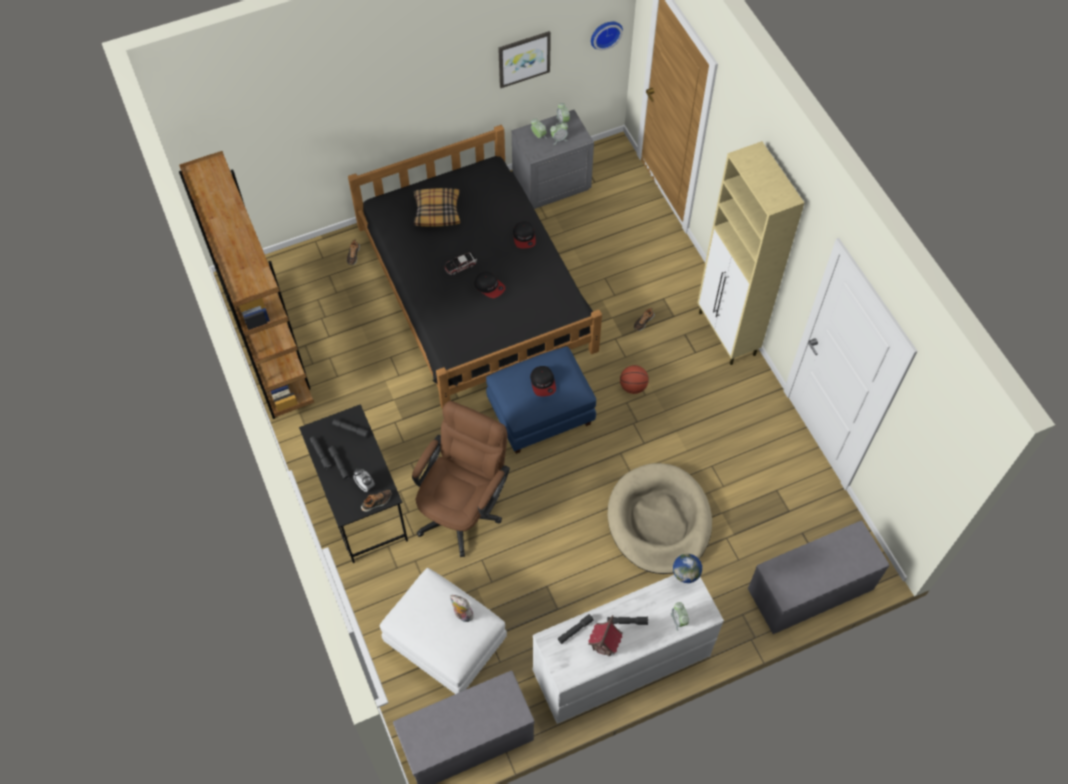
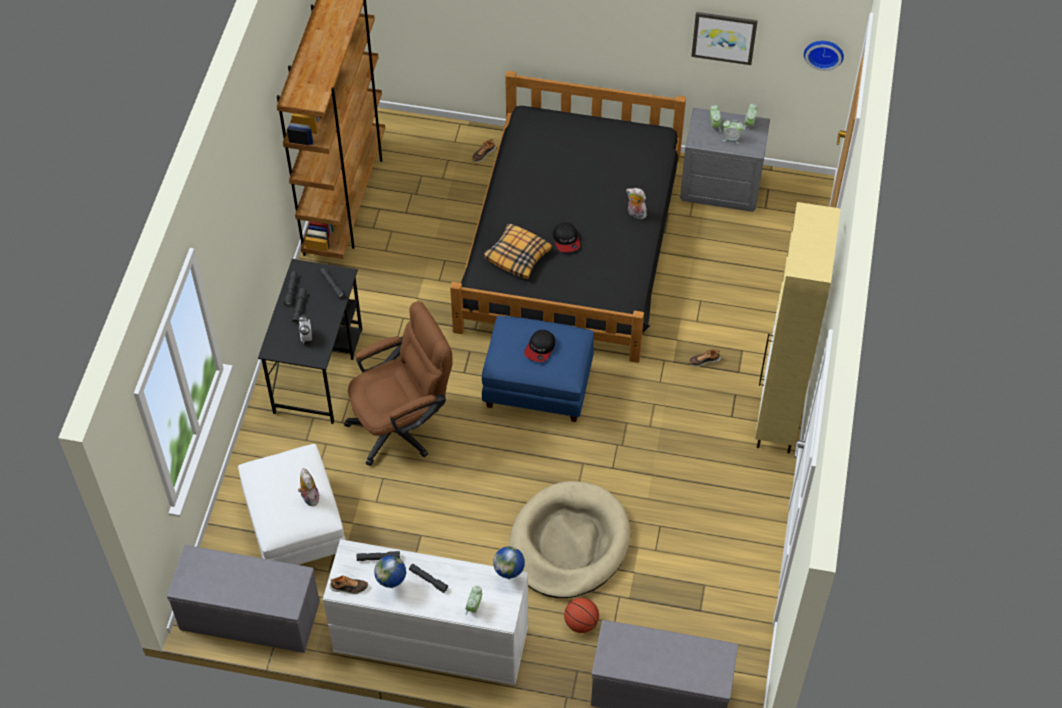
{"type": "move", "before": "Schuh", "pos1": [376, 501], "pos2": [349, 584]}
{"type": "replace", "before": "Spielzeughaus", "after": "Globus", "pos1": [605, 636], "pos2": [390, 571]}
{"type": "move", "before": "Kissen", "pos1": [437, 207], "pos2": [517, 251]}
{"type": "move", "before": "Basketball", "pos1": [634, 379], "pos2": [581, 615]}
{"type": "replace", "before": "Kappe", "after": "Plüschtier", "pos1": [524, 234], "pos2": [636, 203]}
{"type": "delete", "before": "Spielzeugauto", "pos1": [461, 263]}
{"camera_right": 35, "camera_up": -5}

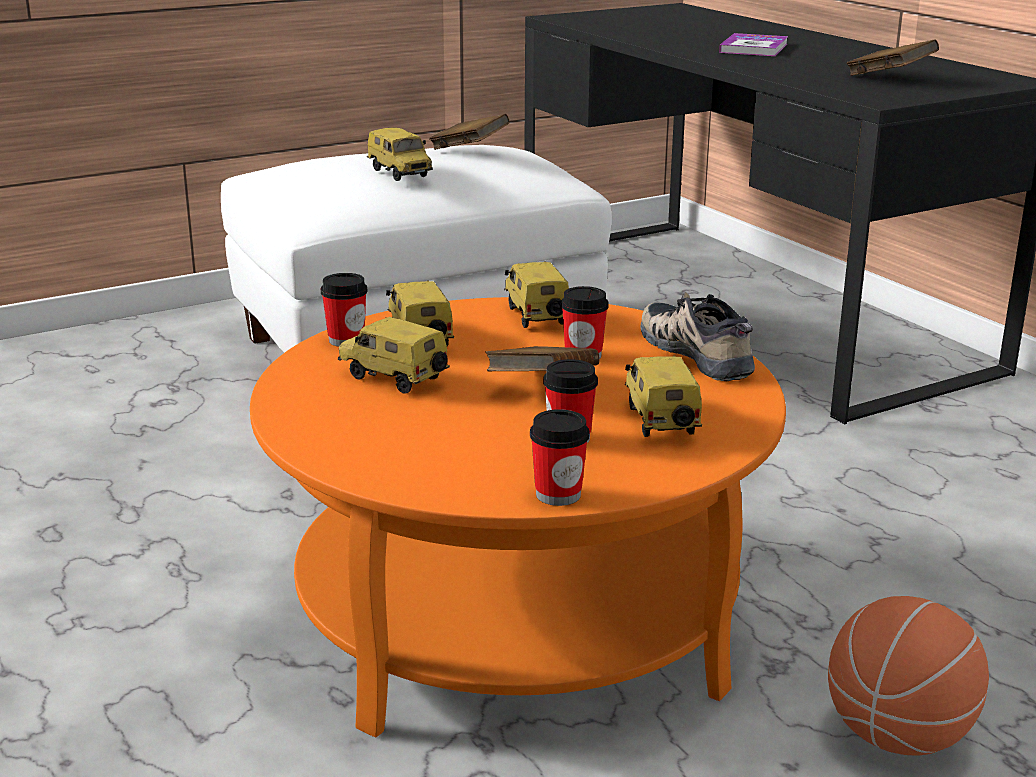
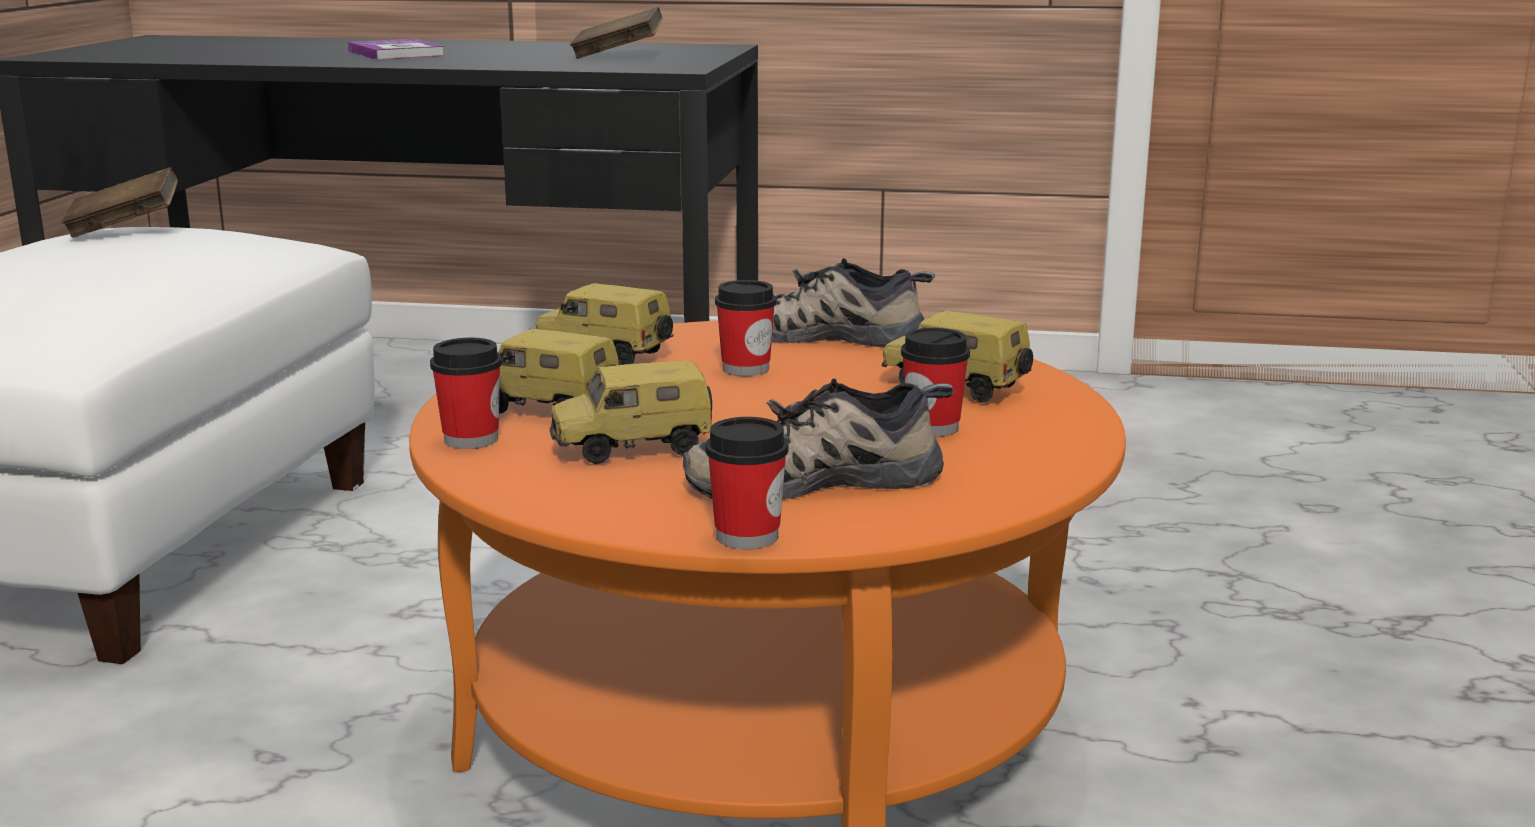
{"type": "insert", "after": "Schuh", "pos2": [818, 439]}
{"type": "move", "before": "Tasse", "pos1": [559, 457], "pos2": [747, 483]}
{"type": "delete", "before": "Spielzeugauto", "pos1": [400, 154]}
{"type": "delete", "before": "Buch (braun)", "pos1": [542, 358]}
{"type": "delete", "before": "Basketball", "pos1": [908, 676]}
{"camera_right": -50, "camera_up": -5}

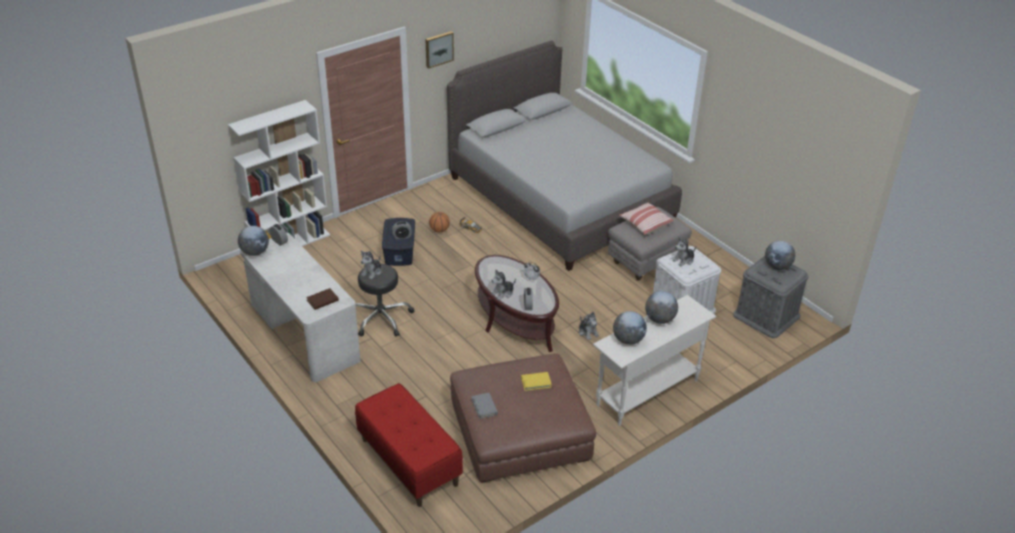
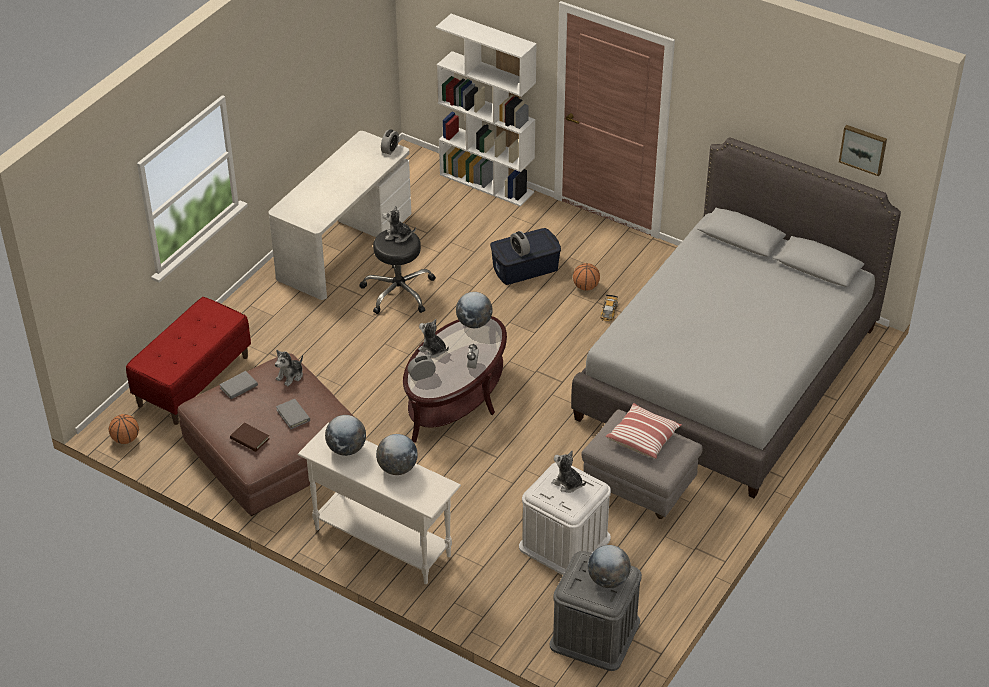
{"type": "insert", "after": "Basketball", "pos2": [124, 429]}
{"type": "move", "before": "Buch (braun)", "pos1": [322, 299], "pos2": [249, 437]}
{"type": "move", "before": "Plüschtier", "pos1": [589, 326], "pos2": [289, 368]}
{"type": "recolor", "before": "Buch (gelb)", "after": "Buch (grau)", "pos1": [536, 381], "pos2": [293, 414]}
{"type": "move", "before": "Globus", "pos1": [253, 241], "pos2": [474, 310]}
{"type": "move", "before": "Bild", "pos1": [440, 50], "pos2": [863, 150]}
{"camera_right": 70, "camera_up": 5}

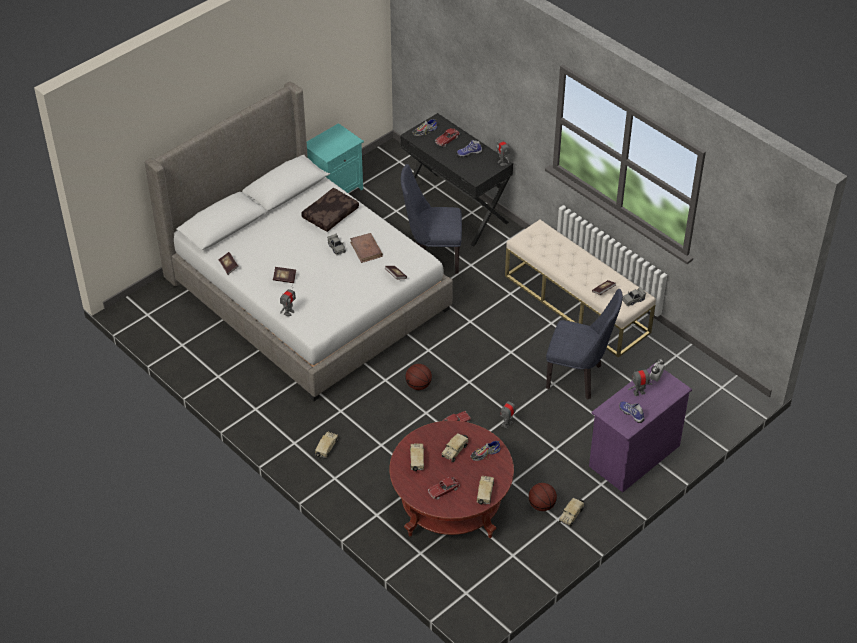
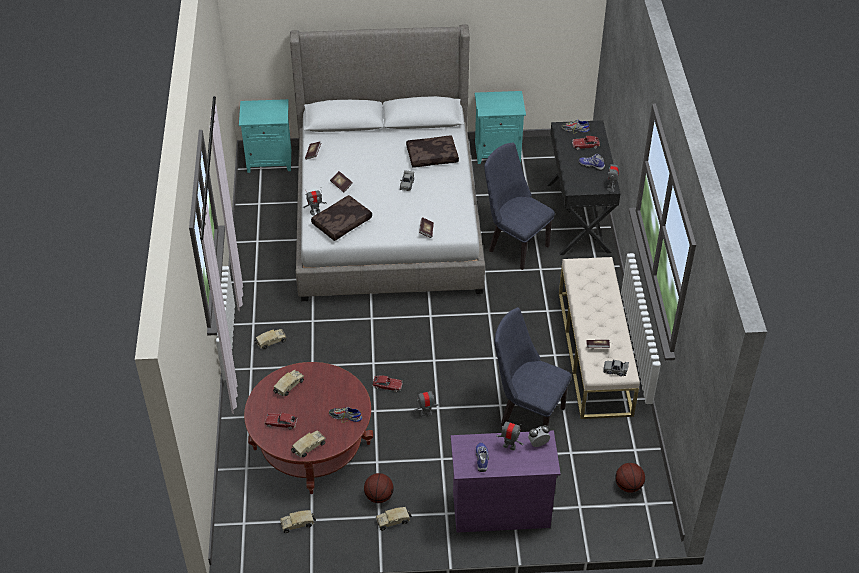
{"type": "insert", "after": "Nachttisch (türkis)", "pos2": [265, 136]}
{"type": "move", "before": "Spielzeuglaster", "pos1": [455, 447], "pos2": [298, 521]}
{"type": "insert", "after": "Kissen (braun)", "pos2": [341, 218]}
{"type": "rotate", "before": "Stuhl (blau)", "pos1": [584, 344], "pos2": [532, 367], "turn": 150}
{"type": "move", "before": "Basketball", "pos1": [418, 377], "pos2": [630, 478]}
{"type": "delete", "before": "Buch (braun)", "pos1": [366, 248]}
{"camera_right": 40, "camera_up": 0}

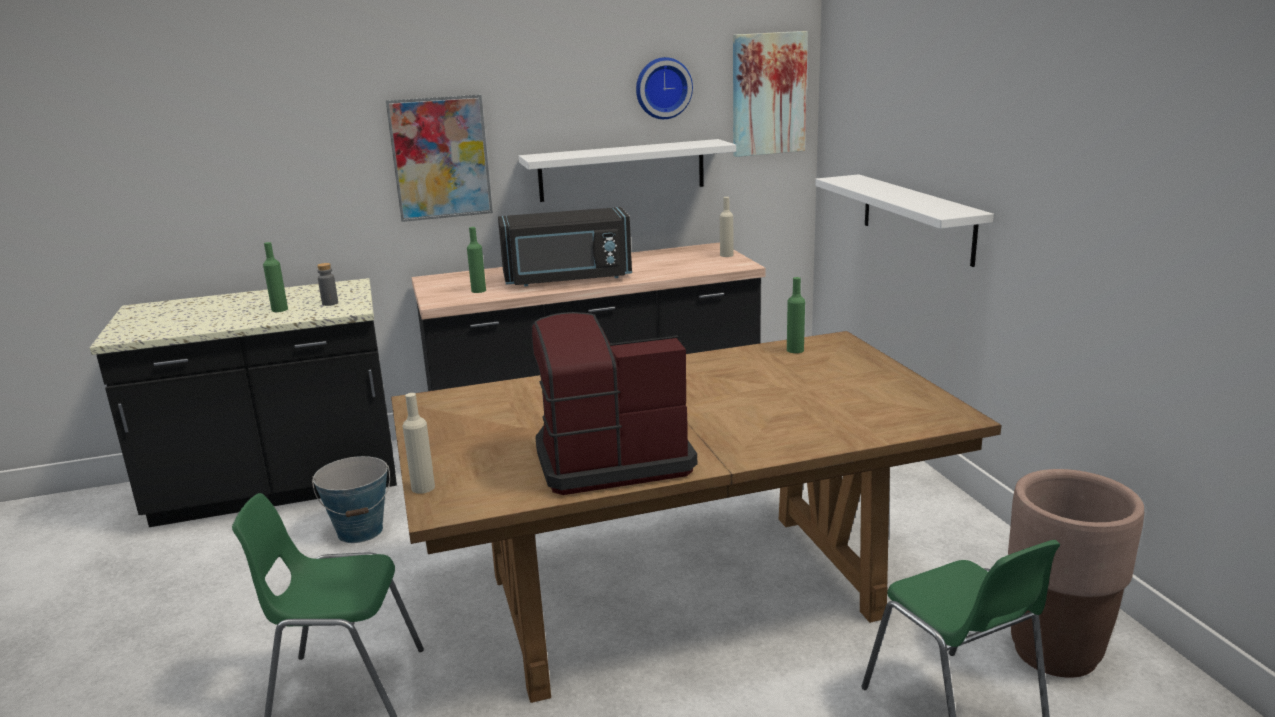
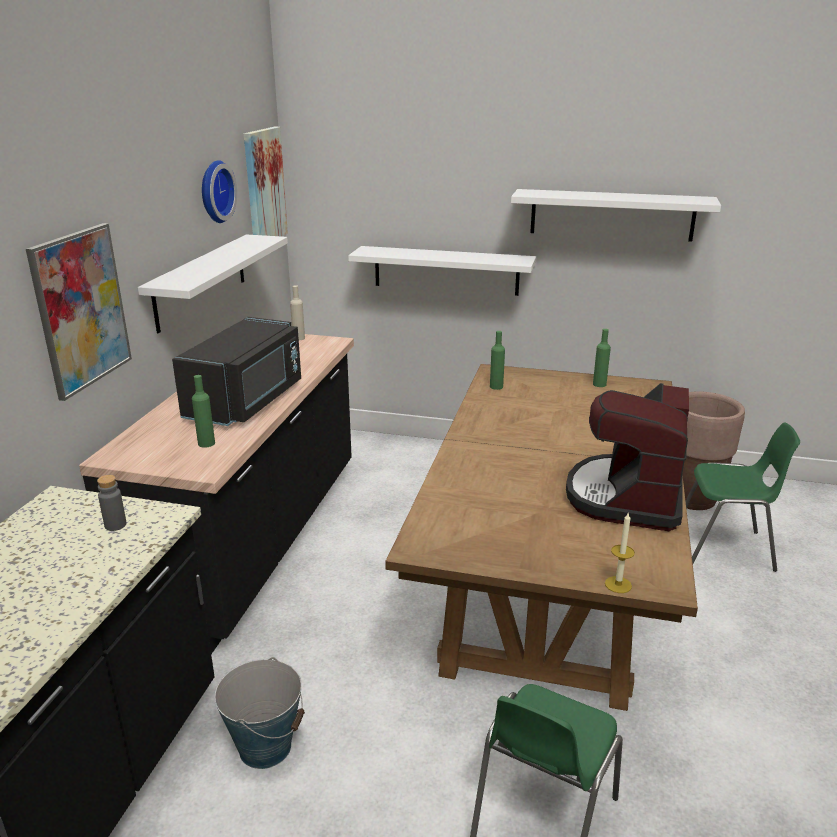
{"type": "insert", "after": "Wandregal (weiß)", "pos2": [616, 215]}
{"type": "move", "before": "Flasche (grün)", "pos1": [275, 277], "pos2": [602, 358]}
{"type": "replace", "before": "Flasche (beige)", "after": "Kerze", "pos1": [418, 443], "pos2": [620, 553]}
{"camera_right": -60, "camera_up": 5}

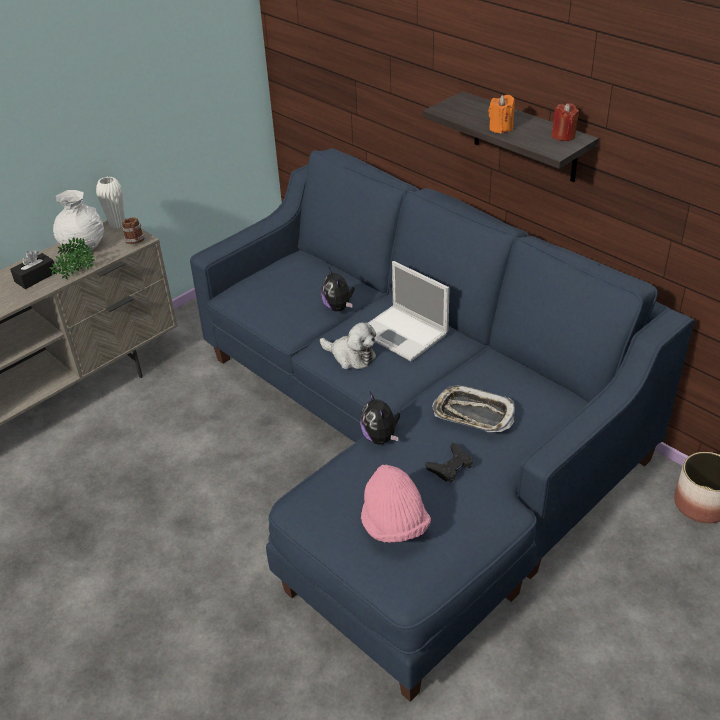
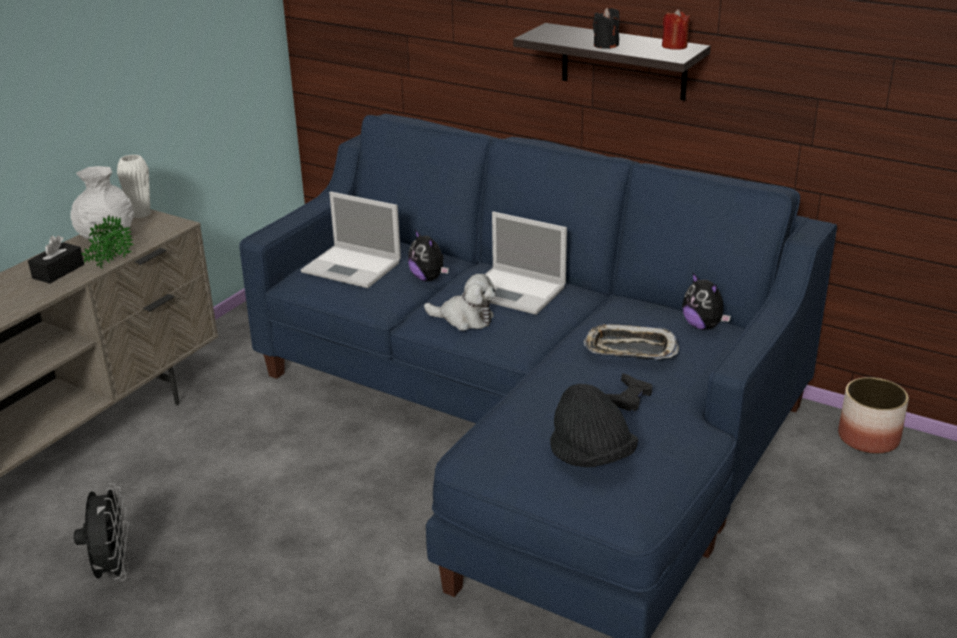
{"type": "insert", "after": "Ventilator (schwarz)", "pos2": [102, 532]}
{"type": "insert", "after": "Laptop", "pos2": [351, 240]}
{"type": "recolor", "before": "Hut (rosa)", "after": "Hut (schwarz)", "pos1": [396, 504], "pos2": [594, 425]}
{"type": "recolor", "before": "Kerze (orange)", "after": "Kerze (schwarz)", "pos1": [501, 114], "pos2": [606, 28]}
{"type": "move", "before": "Plüschtier", "pos1": [380, 418], "pos2": [706, 301]}
{"type": "delete", "before": "Henkelbecher", "pos1": [133, 231]}
{"camera_right": -15, "camera_up": -10}

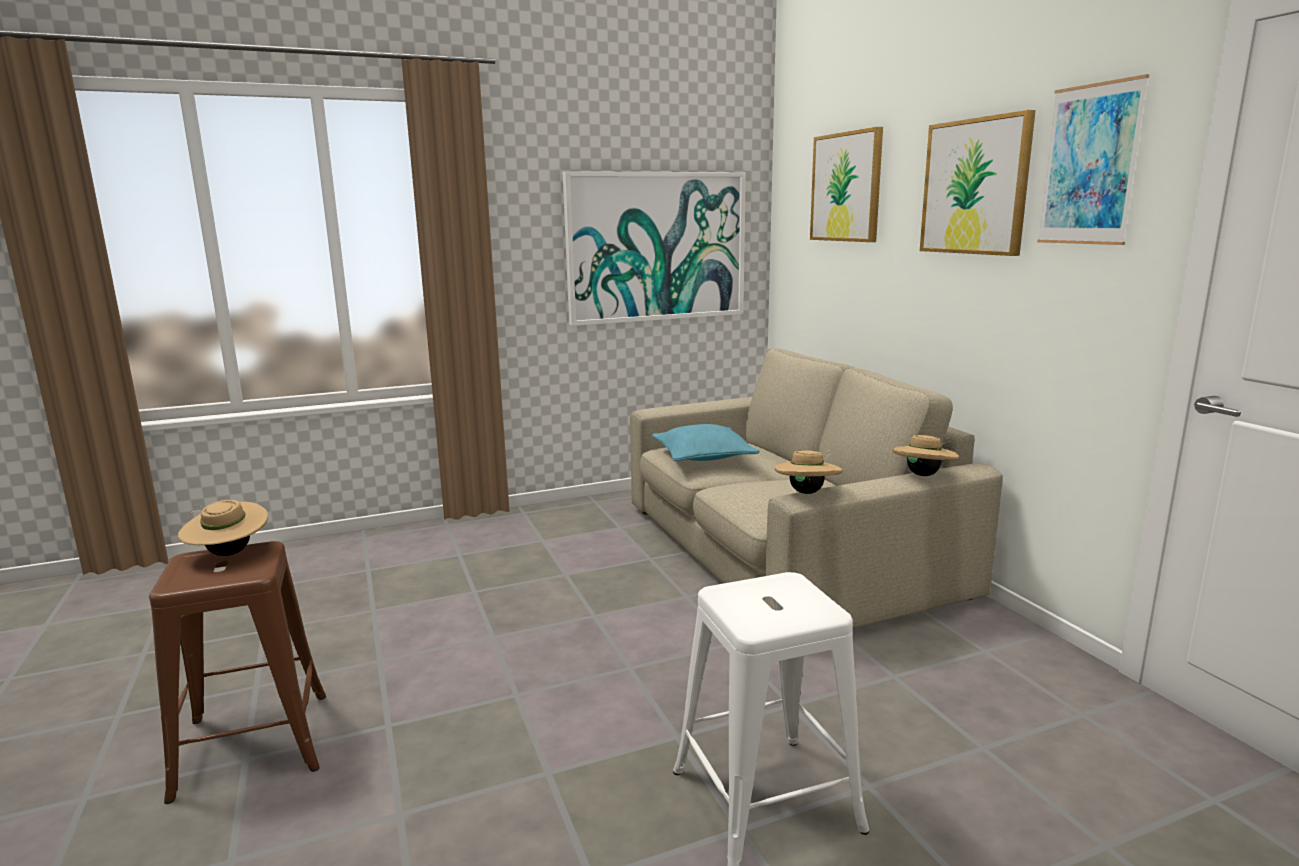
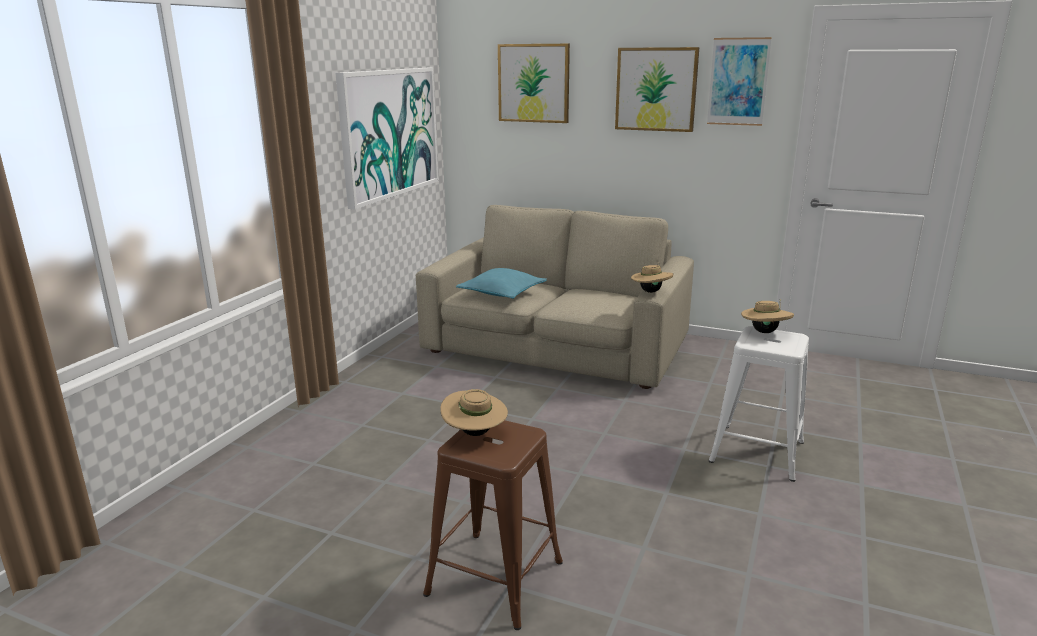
{"type": "move", "before": "Hut (beige)", "pos1": [926, 455], "pos2": [767, 316]}
{"camera_right": -45, "camera_up": 5}

